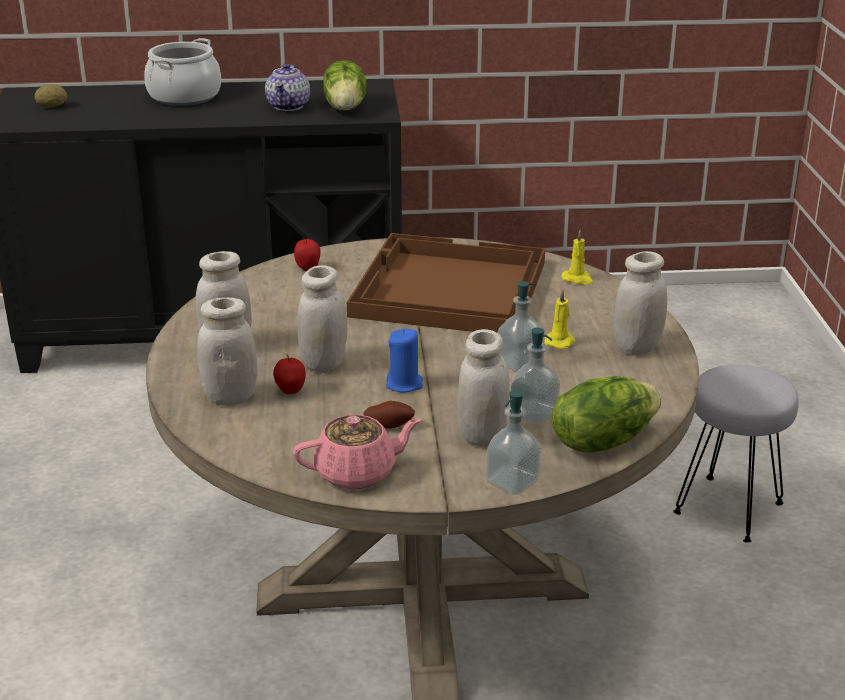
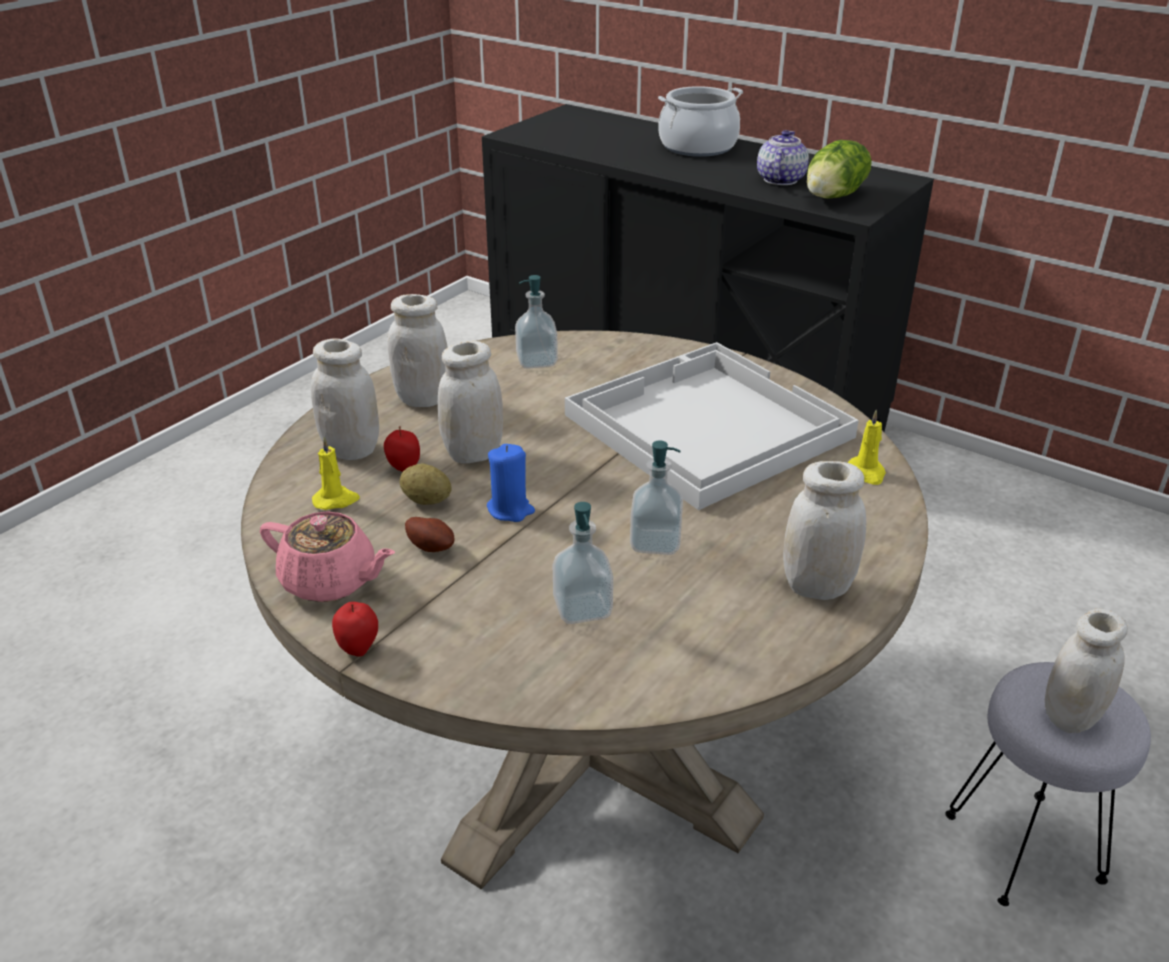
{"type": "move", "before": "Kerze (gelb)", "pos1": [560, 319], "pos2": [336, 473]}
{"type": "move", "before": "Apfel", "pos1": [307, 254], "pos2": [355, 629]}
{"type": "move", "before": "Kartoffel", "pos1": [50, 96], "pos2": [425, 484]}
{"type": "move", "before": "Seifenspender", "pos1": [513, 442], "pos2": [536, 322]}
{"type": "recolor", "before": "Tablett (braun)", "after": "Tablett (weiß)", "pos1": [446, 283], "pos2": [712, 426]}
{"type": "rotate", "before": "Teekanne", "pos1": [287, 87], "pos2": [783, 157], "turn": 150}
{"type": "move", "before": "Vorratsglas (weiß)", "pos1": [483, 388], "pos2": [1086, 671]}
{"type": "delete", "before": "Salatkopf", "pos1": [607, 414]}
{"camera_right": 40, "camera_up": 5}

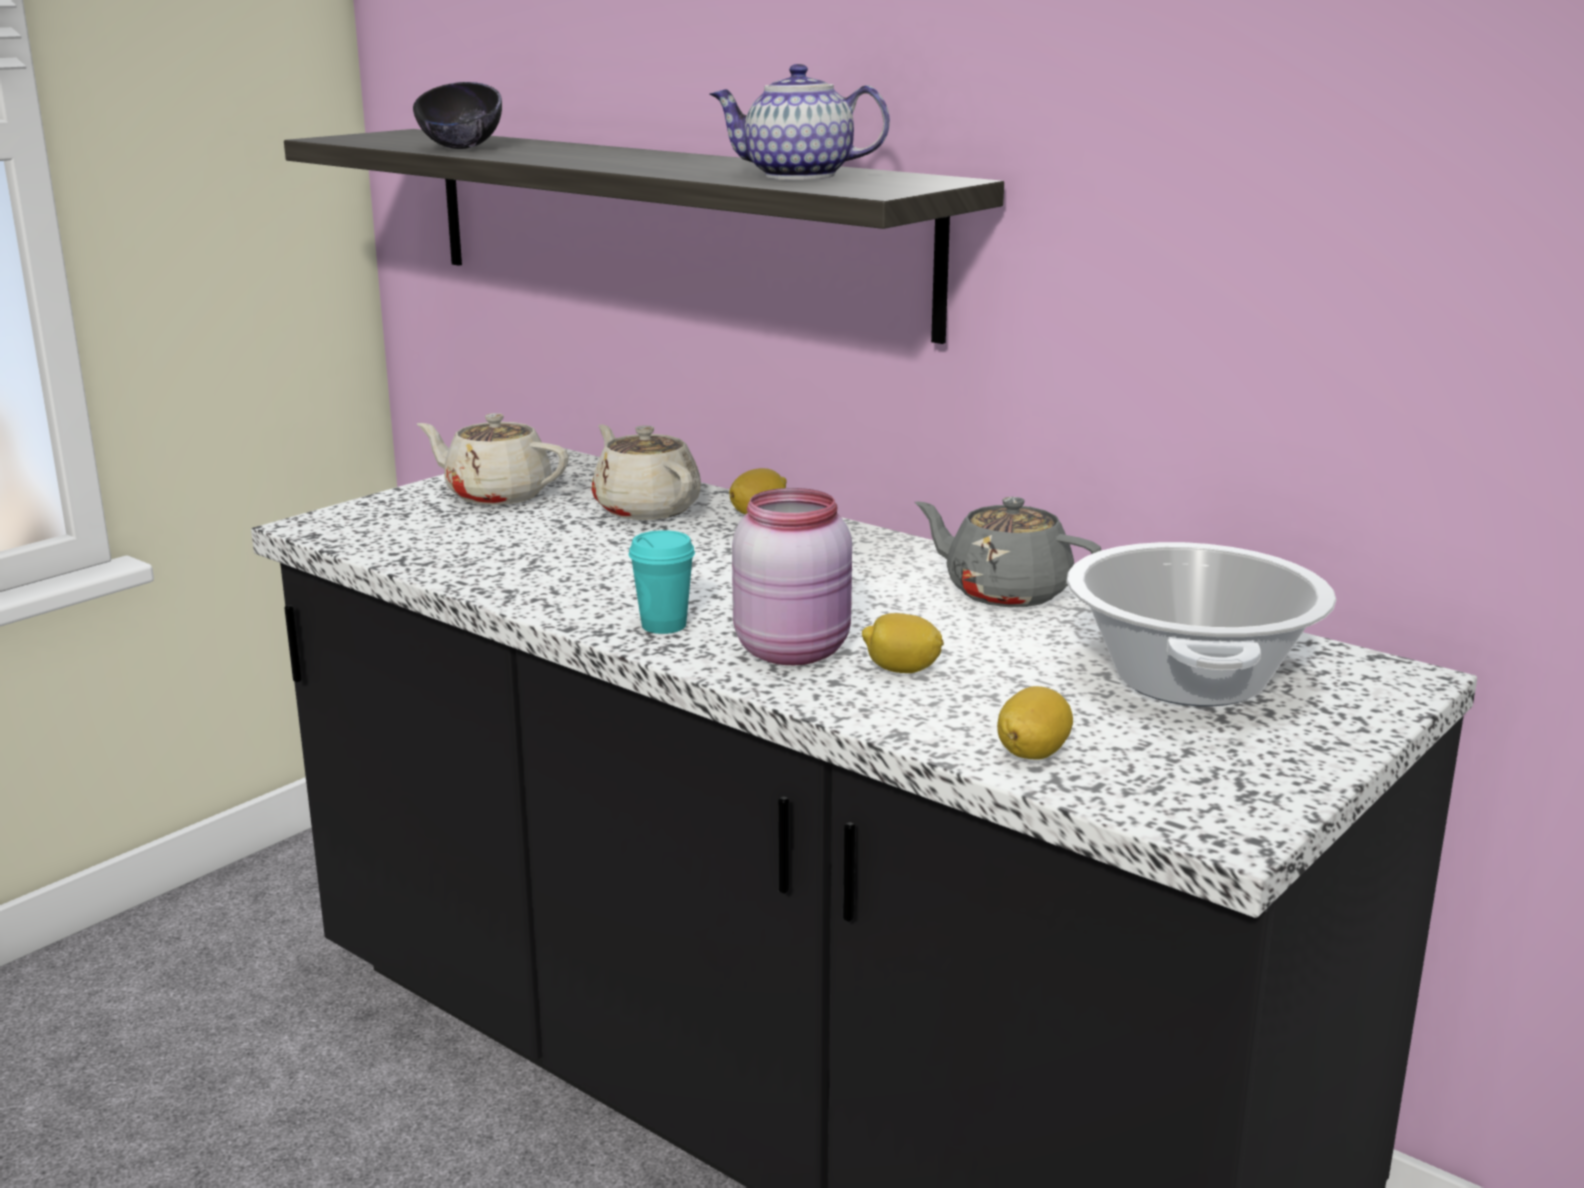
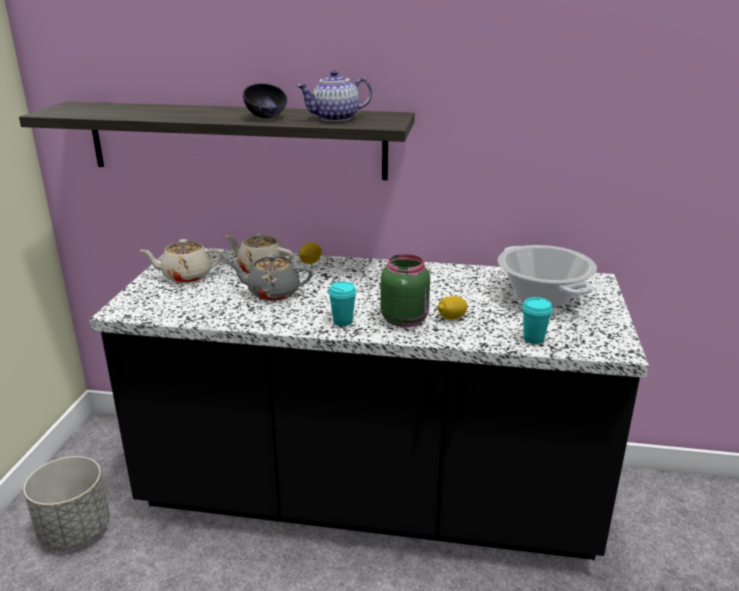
{"type": "insert", "after": "Pflanzkübel (grau)", "pos2": [67, 502]}
{"type": "move", "before": "Teekanne (grau)", "pos1": [1008, 552], "pos2": [270, 277]}
{"type": "move", "before": "Schüssel (schwarz)", "pos1": [457, 115], "pos2": [265, 100]}
{"type": "recolor", "before": "Vorratsglas (rosa)", "after": "Vorratsglas (grün)", "pos1": [792, 576], "pos2": [405, 291]}
{"type": "replace", "before": "Zitrone", "after": "Tasse (türkis)", "pos1": [1035, 723], "pos2": [537, 320]}
{"camera_right": -30, "camera_up": 5}

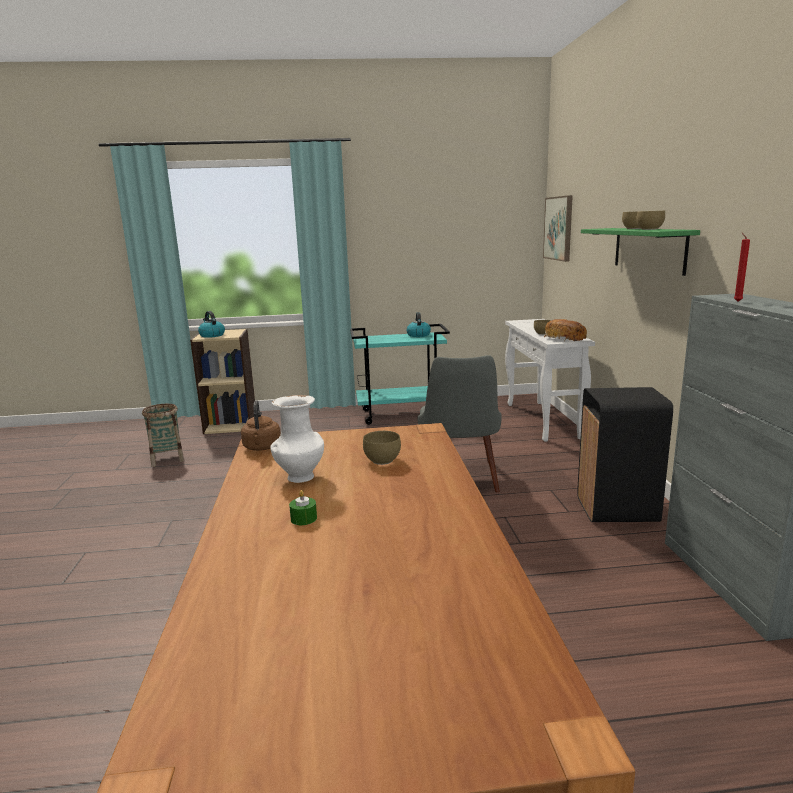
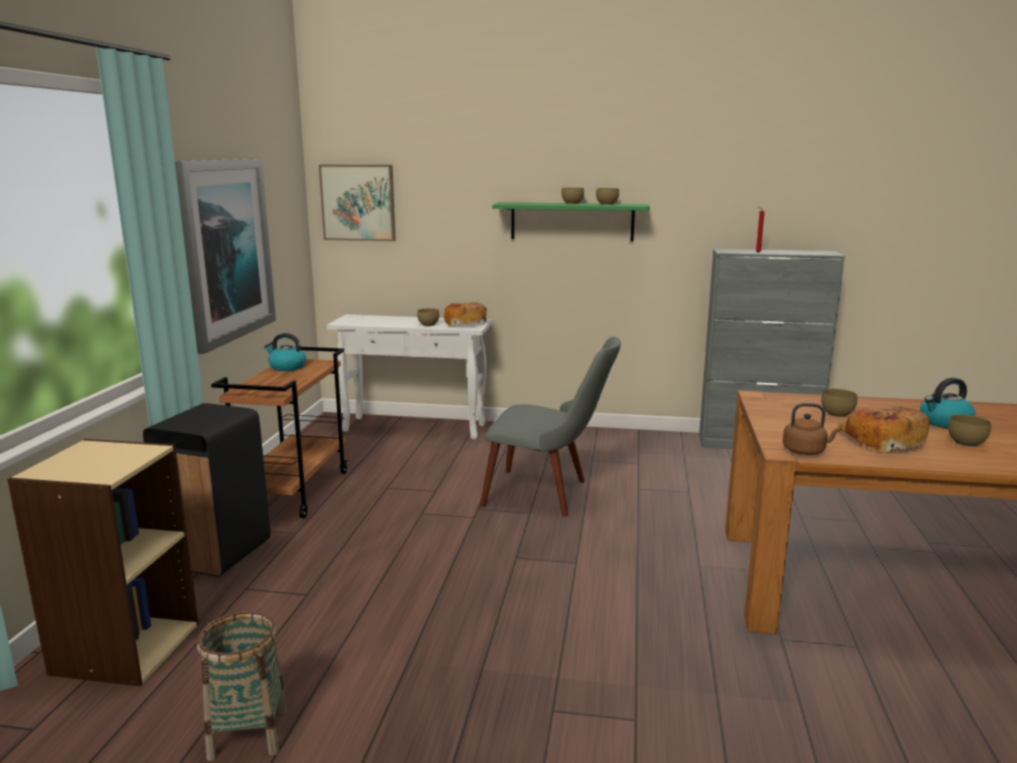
{"type": "move", "before": "Mülleimer (schwarz)", "pos1": [625, 454], "pos2": [206, 489]}
{"type": "insert", "after": "Bild", "pos2": [225, 256]}
{"type": "recolor", "before": "Rollwagen (türkis)", "after": "Rollwagen (braun)", "pos1": [400, 374], "pos2": [279, 432]}
{"type": "replace", "before": "Vase (weiß)", "after": "Brot", "pos1": [297, 439], "pos2": [883, 429]}
{"type": "move", "before": "Wasserkessel", "pos1": [211, 324], "pos2": [947, 403]}
{"type": "replace", "before": "Kerze (grün)", "after": "Schüssel (braun)", "pos1": [303, 507], "pos2": [969, 430]}
{"camera_right": -75, "camera_up": 0}

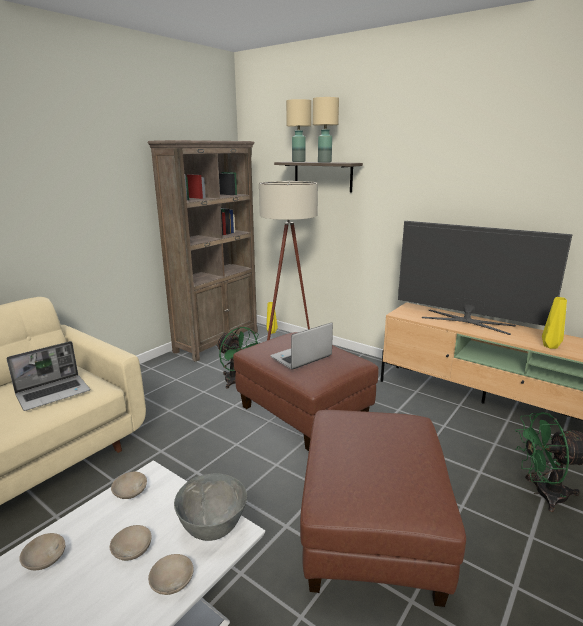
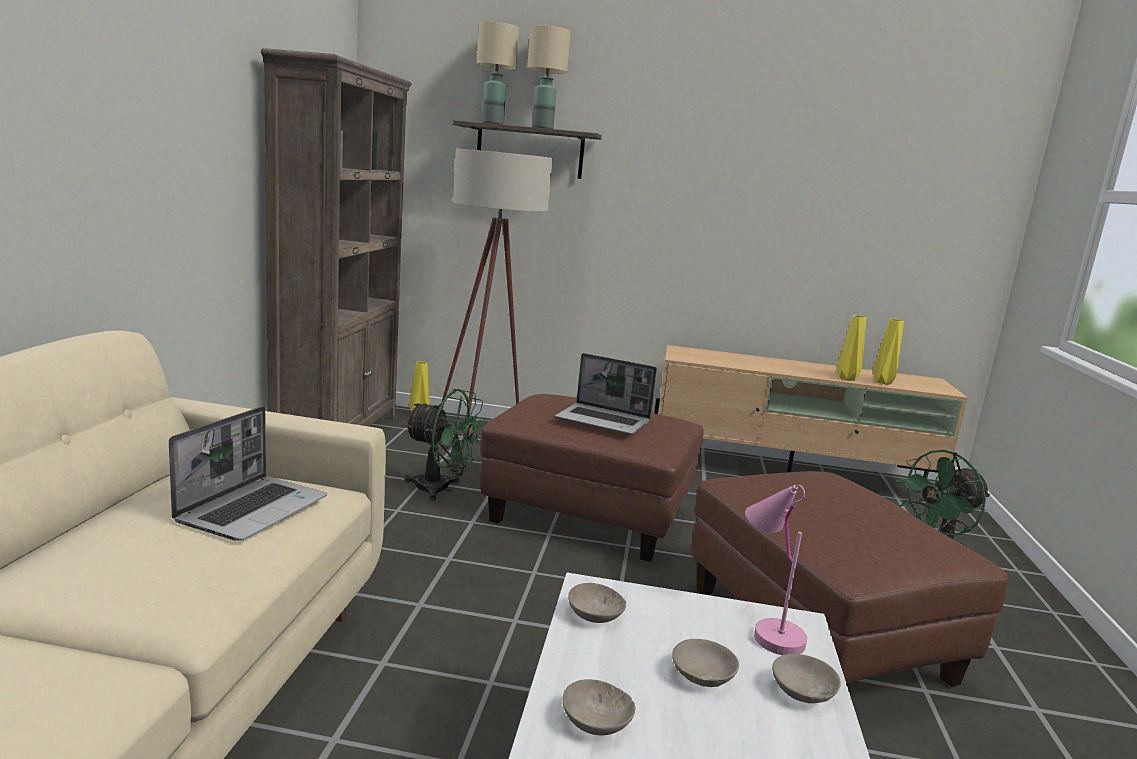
{"type": "rotate", "before": "Laptop", "pos1": [301, 346], "pos2": [606, 394], "turn": -90}
{"type": "replace", "before": "Schüssel (grau)", "after": "Tischlampe (rosa)", "pos1": [210, 507], "pos2": [776, 570]}
{"type": "insert", "after": "Vase (gelb)", "pos2": [851, 348]}
{"type": "delete", "before": "Fernseher", "pos1": [485, 278]}
{"camera_right": -30, "camera_up": -5}

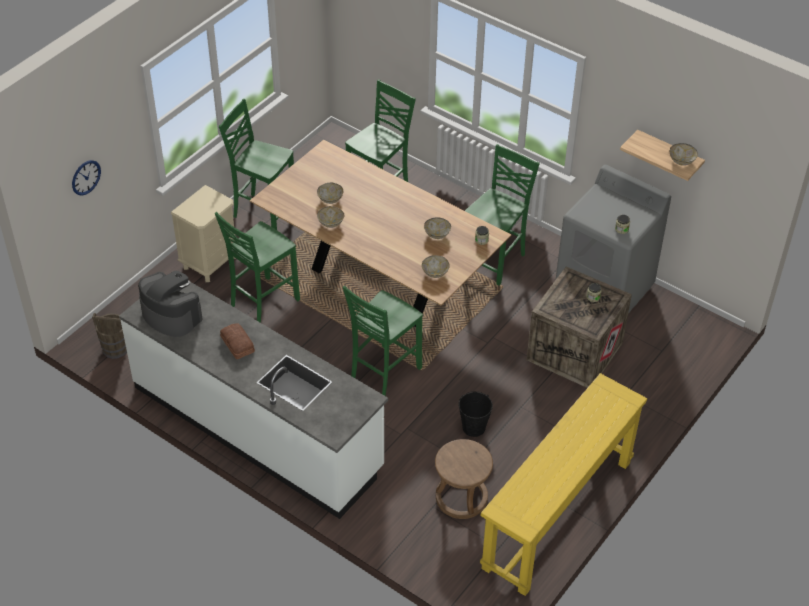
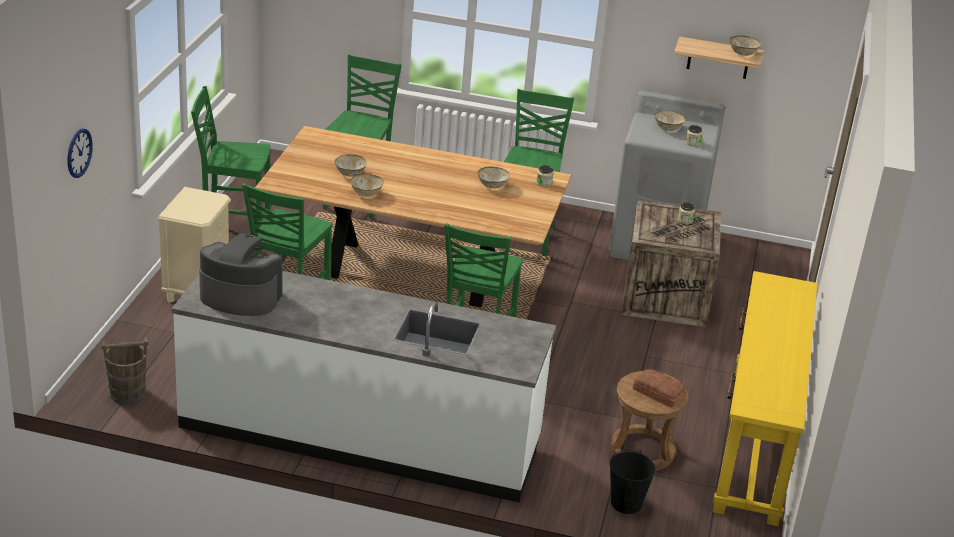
{"type": "move", "before": "Eimer (schwarz)", "pos1": [475, 414], "pos2": [632, 482]}
{"type": "move", "before": "Brot", "pos1": [237, 341], "pos2": [659, 388]}
{"type": "move", "before": "Schüssel", "pos1": [436, 267], "pos2": [670, 120]}
{"camera_right": -25, "camera_up": -15}

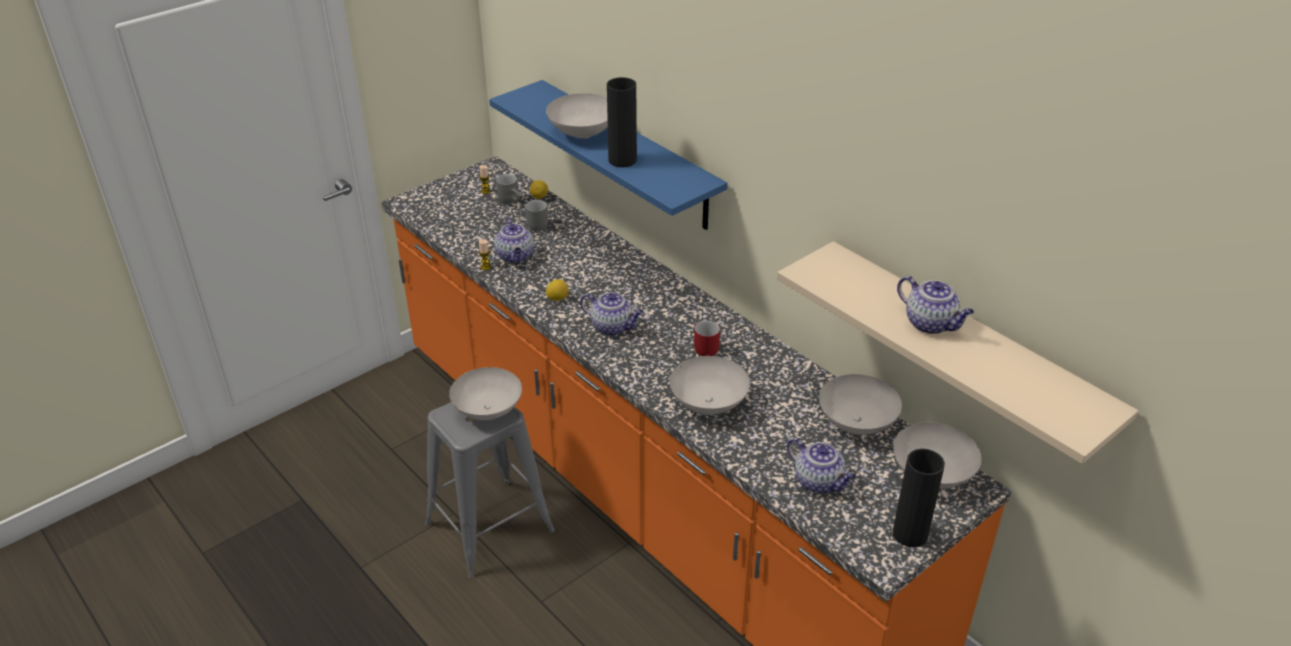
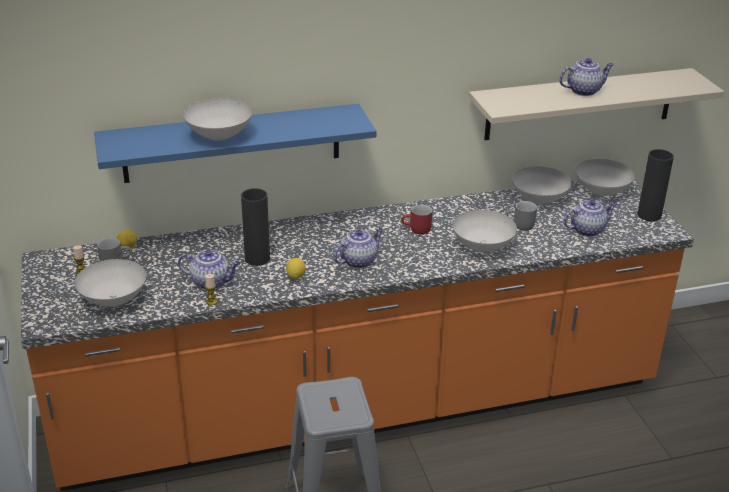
{"type": "move", "before": "Schüssel (weiß)", "pos1": [485, 393], "pos2": [110, 283]}
{"type": "move", "before": "Vase (schwarz)", "pos1": [622, 122], "pos2": [255, 227]}
{"type": "move", "before": "Henkelbecher (grau)", "pos1": [536, 215], "pos2": [521, 216]}
{"camera_right": -65, "camera_up": -5}

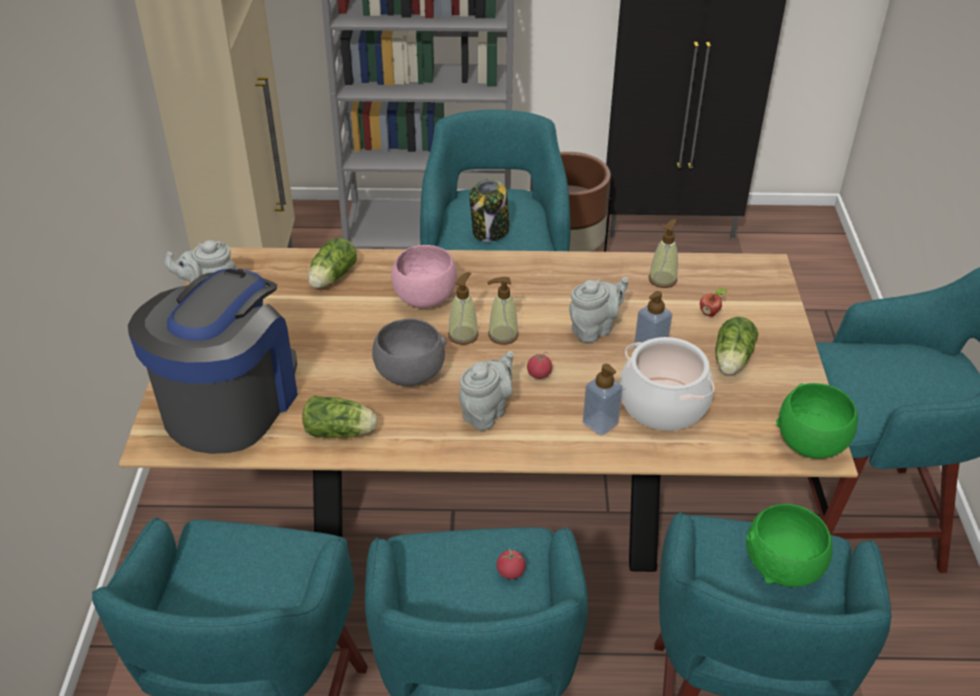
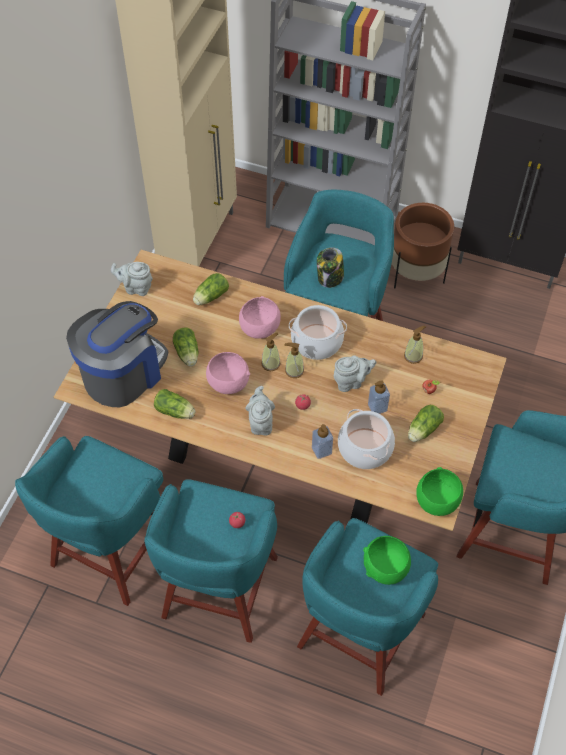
{"type": "insert", "after": "Salatkopf", "pos2": [185, 347]}
{"type": "recolor", "before": "Schüssel (grau)", "after": "Schüssel (rosa)", "pos1": [409, 352], "pos2": [228, 373]}
{"type": "rotate", "before": "Teekanne (grau)", "pos1": [486, 391], "pos2": [260, 410], "turn": -60}
{"type": "insert", "after": "Kochtopf", "pos2": [318, 332]}
{"camera_right": 20, "camera_up": 15}

